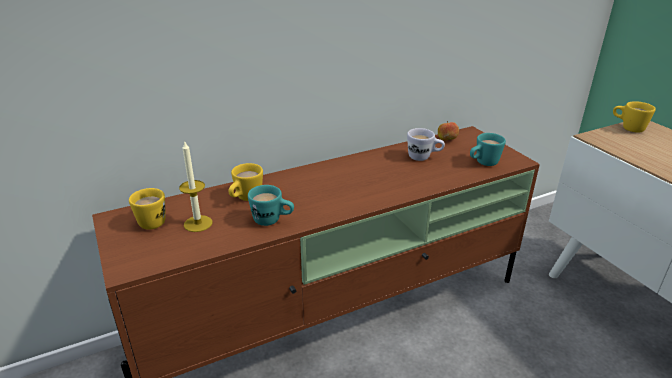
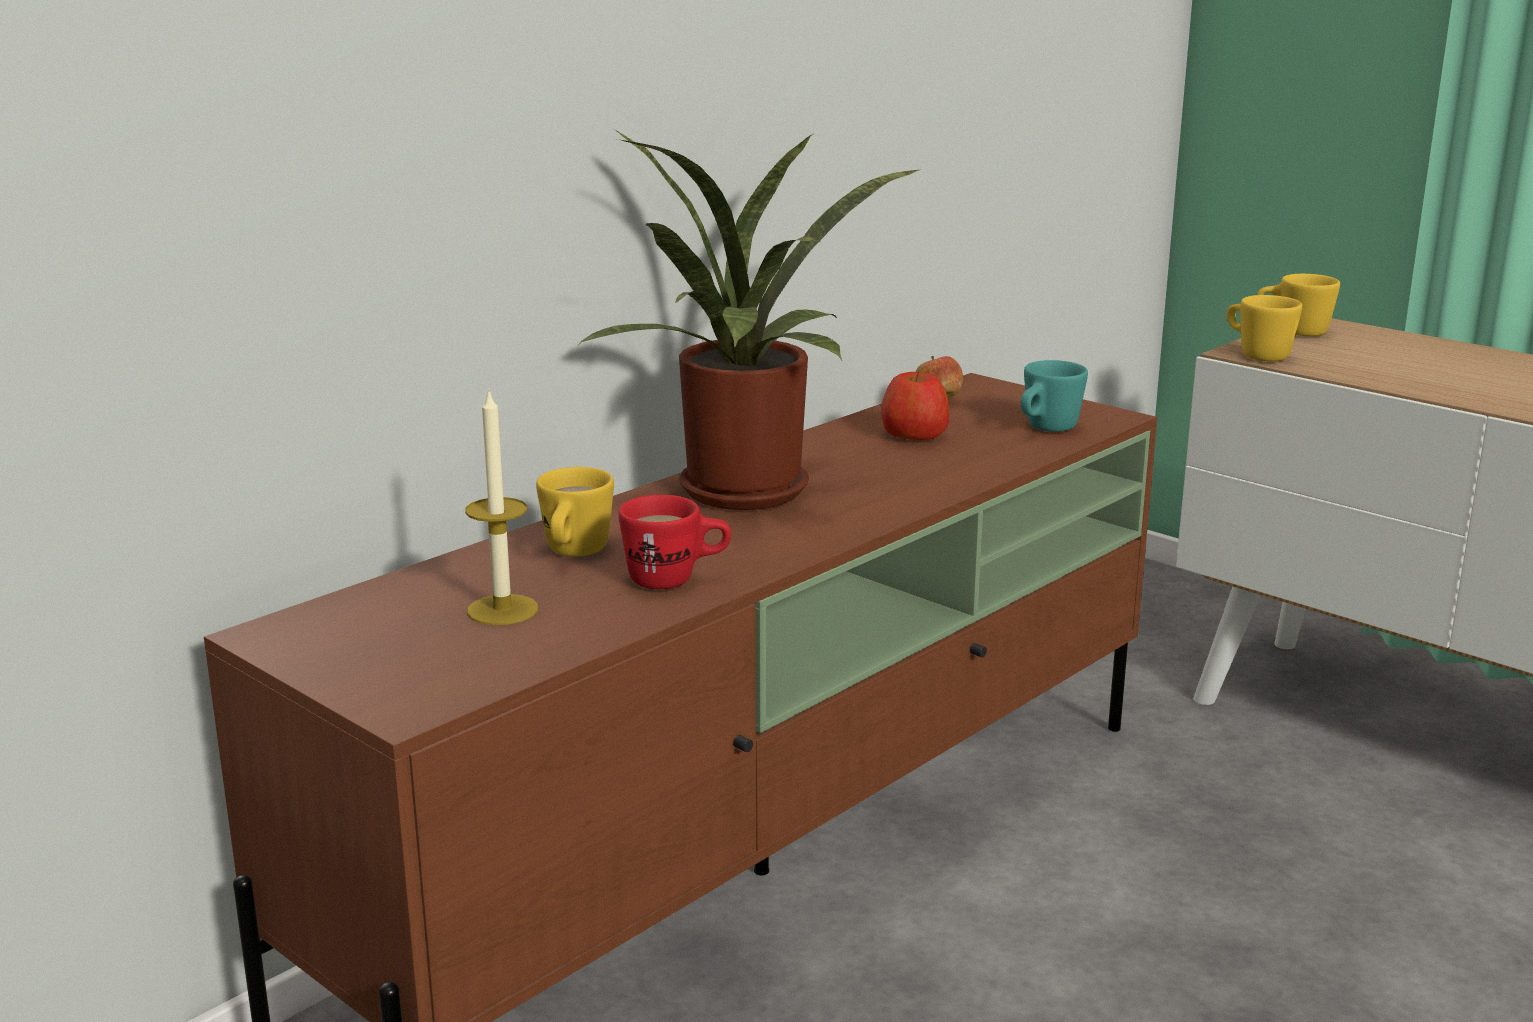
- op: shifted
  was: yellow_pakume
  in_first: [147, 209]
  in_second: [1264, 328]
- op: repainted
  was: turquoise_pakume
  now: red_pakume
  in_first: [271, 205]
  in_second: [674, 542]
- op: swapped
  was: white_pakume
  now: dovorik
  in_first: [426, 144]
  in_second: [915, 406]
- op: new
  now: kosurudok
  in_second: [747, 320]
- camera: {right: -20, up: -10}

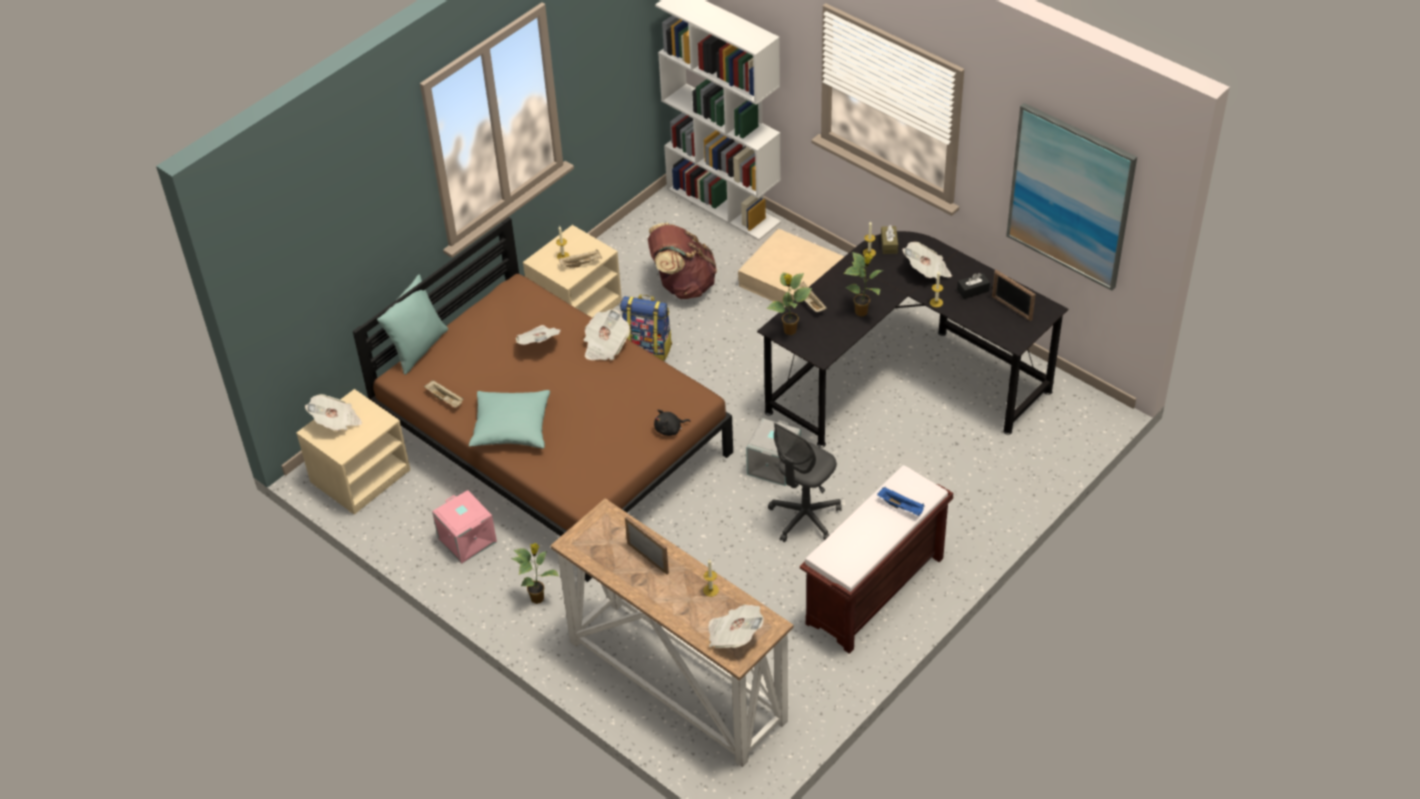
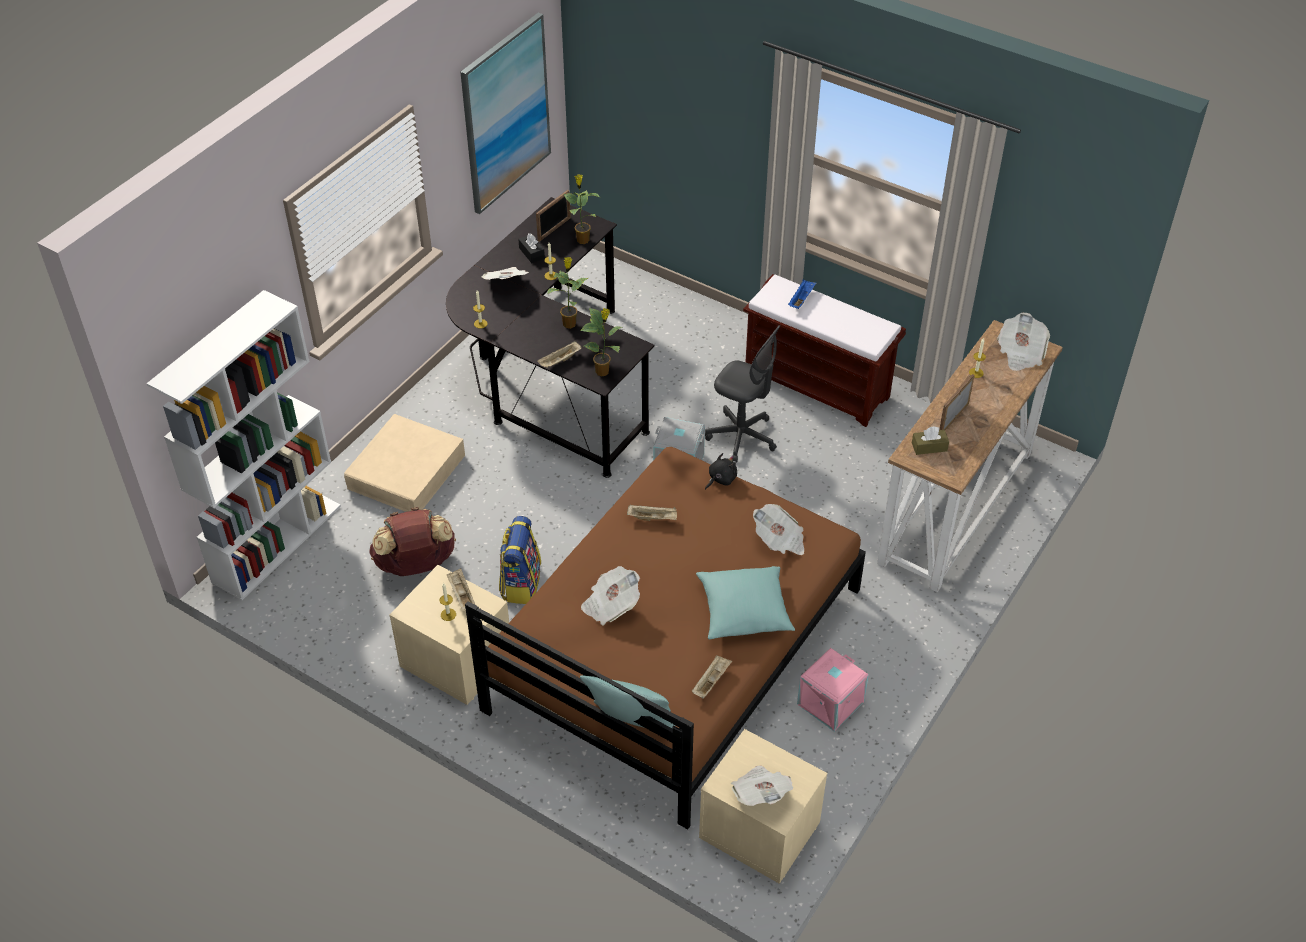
- op: shifted
  was: kosurudok
  in_first: [535, 573]
  in_second: [581, 209]
- op: shifted
  was: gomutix
  in_first: [607, 334]
  in_second: [778, 529]
- op: rotated
  was: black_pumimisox
  in_first: [672, 423]
  in_second: [721, 471]
  clockwise: -105
- op: shifted
  was: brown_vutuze
  in_first: [889, 239]
  in_second: [930, 440]
- op: new
  now: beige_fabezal
  in_second: [652, 512]
- camera: {right: -100, up: 0}

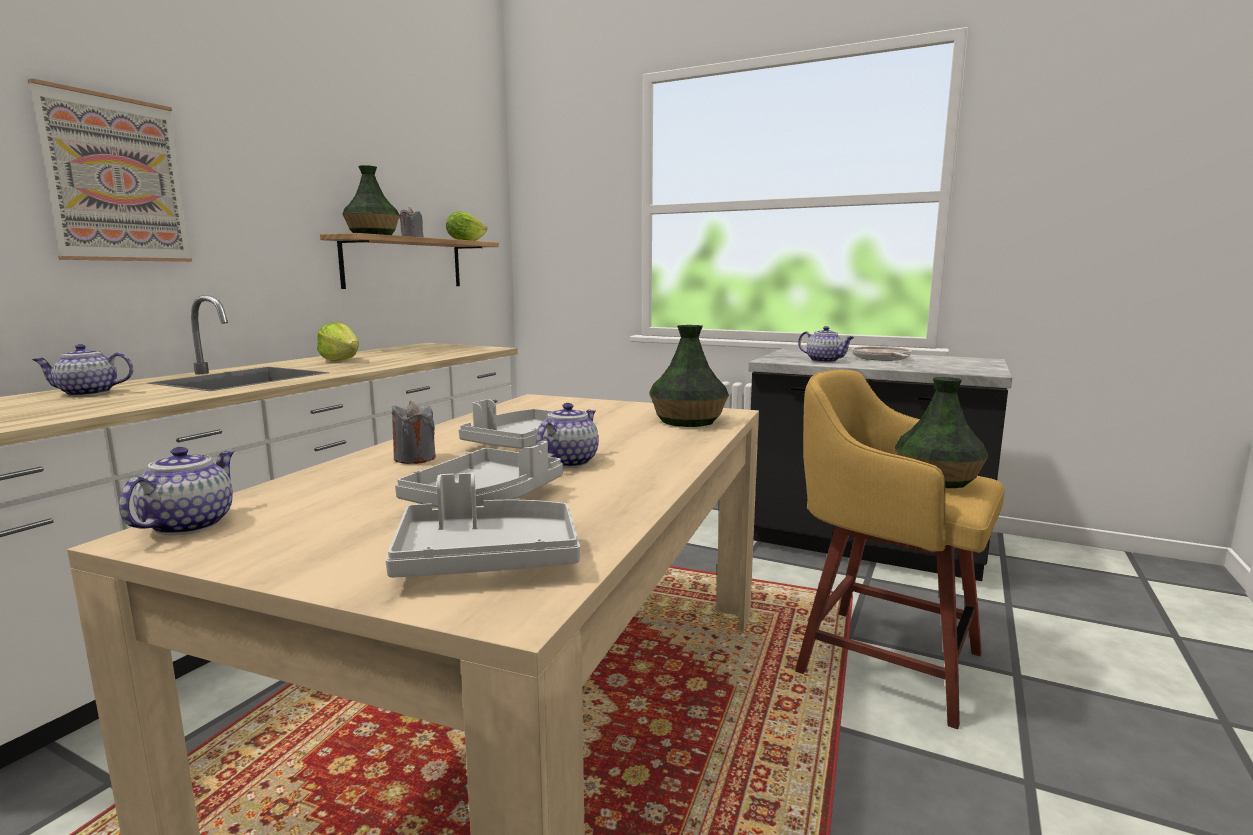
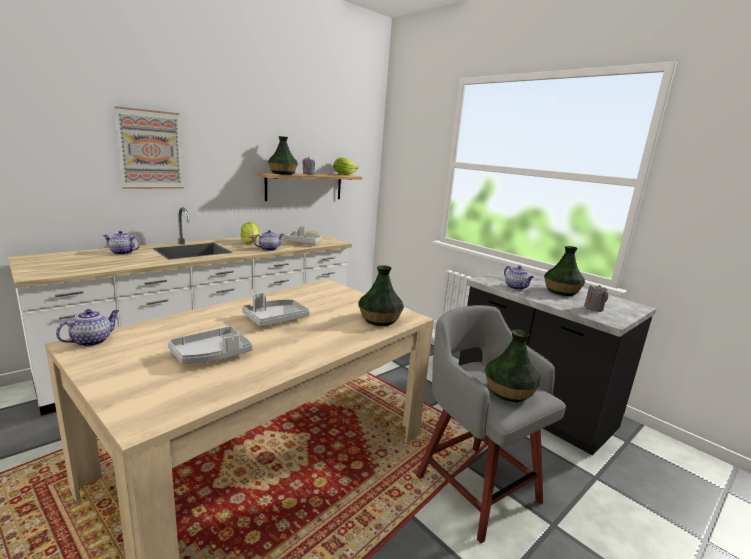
- op: shifted
  was: grey_fabezal
  in_first: [482, 525]
  in_second: [302, 235]
- op: shifted
  was: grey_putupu
  in_first: [414, 432]
  in_second: [596, 298]
- op: shifted
  was: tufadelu
  in_first: [567, 435]
  in_second: [268, 240]
- op: repainted
  was: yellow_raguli
  now: grey_raguli
  in_first: [900, 549]
  in_second: [491, 424]
- op: swapped
  was: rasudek
  now: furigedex
  in_first: [882, 353]
  in_second: [564, 271]
- camera: {right: 20, up: 5}

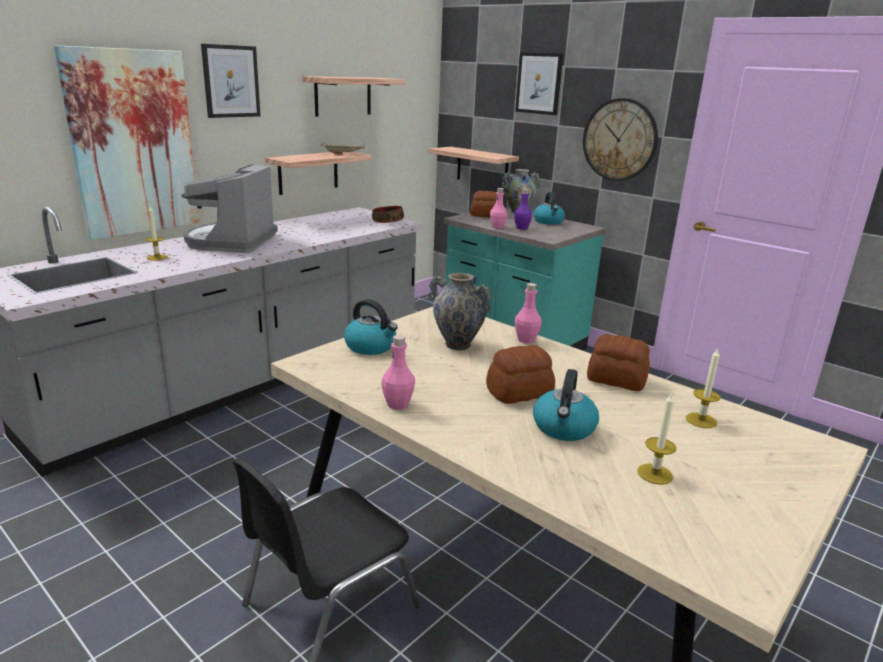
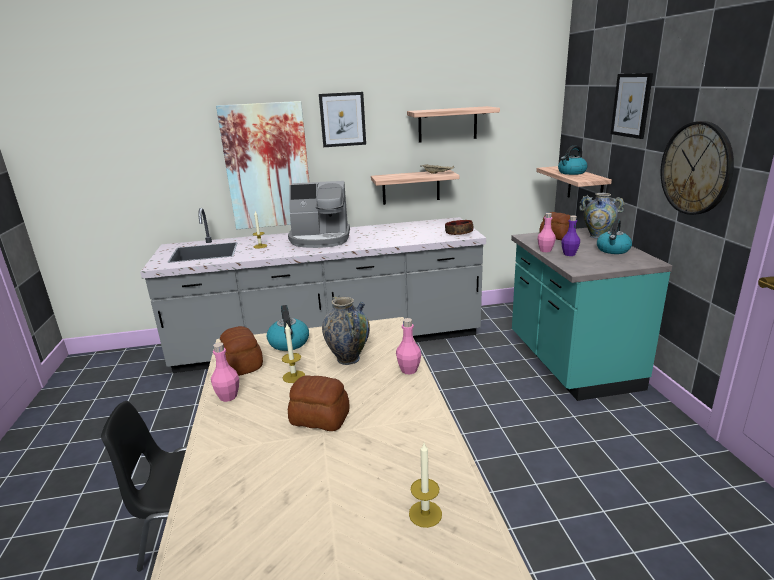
- op: rotated
  was: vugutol
  in_first: [229, 208]
  in_second: [319, 214]
  clockwise: -135
- op: shifted
  was: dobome
  in_first: [566, 405]
  in_second: [573, 160]
- op: shifted
  was: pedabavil
  in_first: [618, 362]
  in_second: [241, 351]
- op: shifted
  was: putupu
  in_first: [656, 438]
  in_second: [293, 353]
- camera: {right: 40, up: 0}

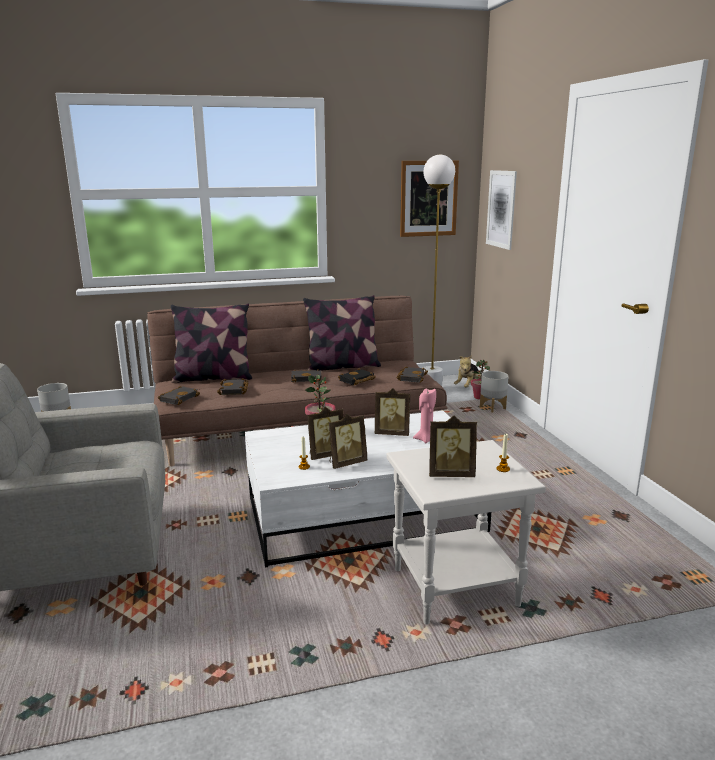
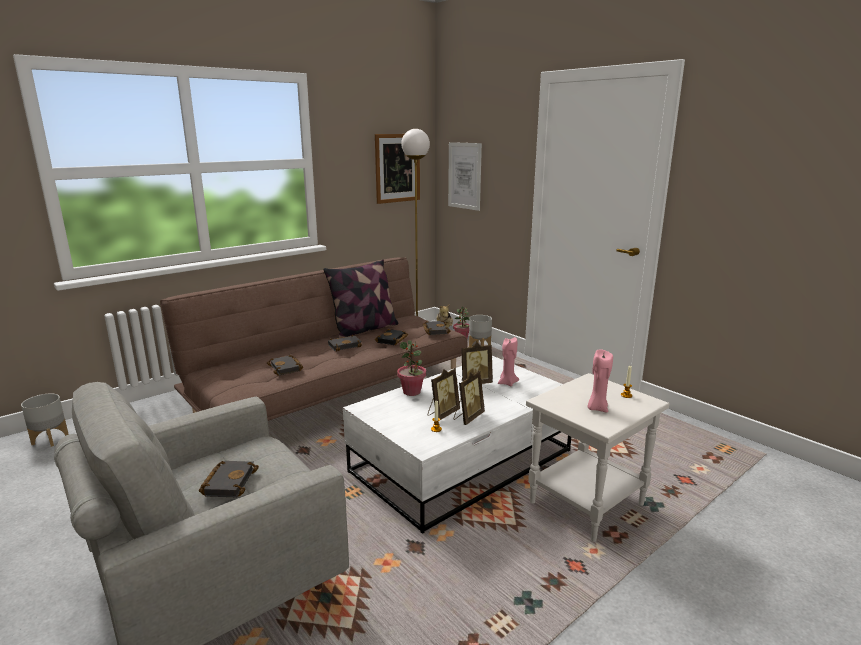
- op: shifted
  was: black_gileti
  in_first: [179, 395]
  in_second: [229, 479]
- op: gone
  was: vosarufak
  in_first: [211, 343]
- op: swapped
  was: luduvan
  now: pink_putupu
  in_first: [453, 446]
  in_second: [600, 381]
- camera: {right: -25, up: 0}

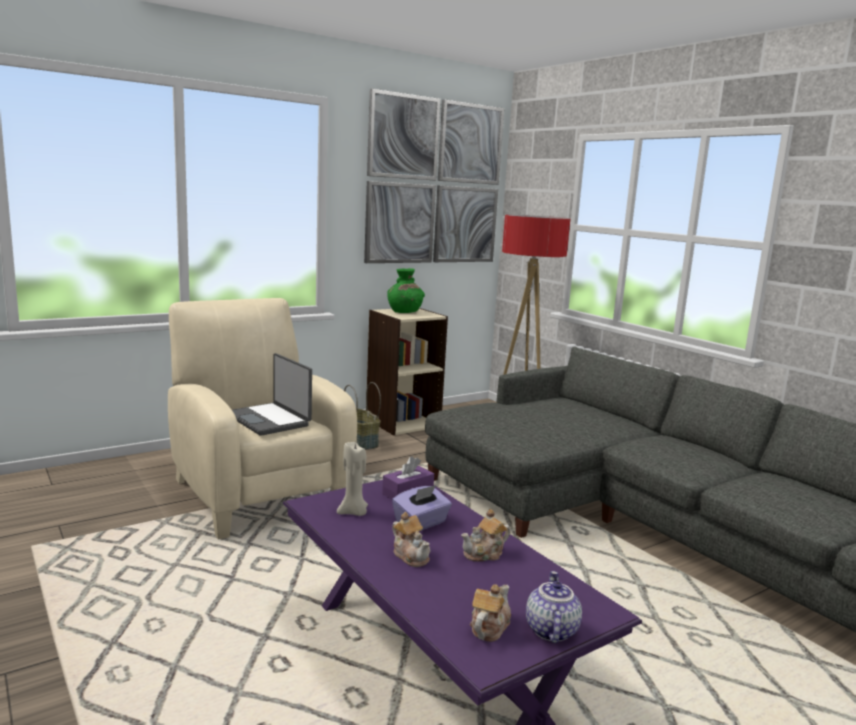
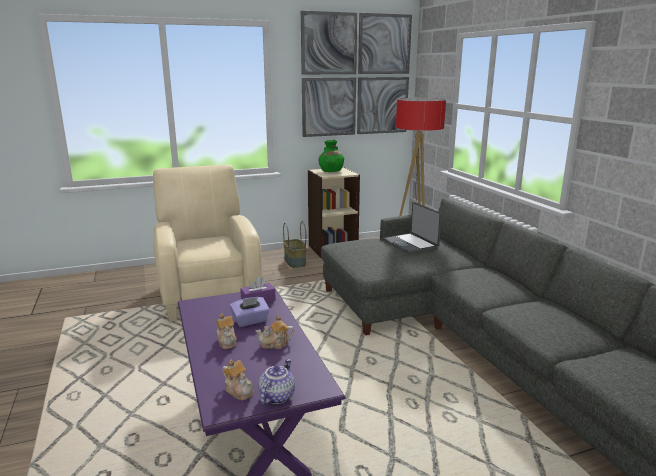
- op: shifted
  was: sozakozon
  in_first: [272, 394]
  in_second: [413, 228]
- op: gone
  was: beige_putupu
  in_first: [352, 479]
- op: rotated
  was: tufadelu
  in_first: [490, 613]
  in_second: [238, 380]
  clockwise: 90
- camera: {right: 15, up: 5}

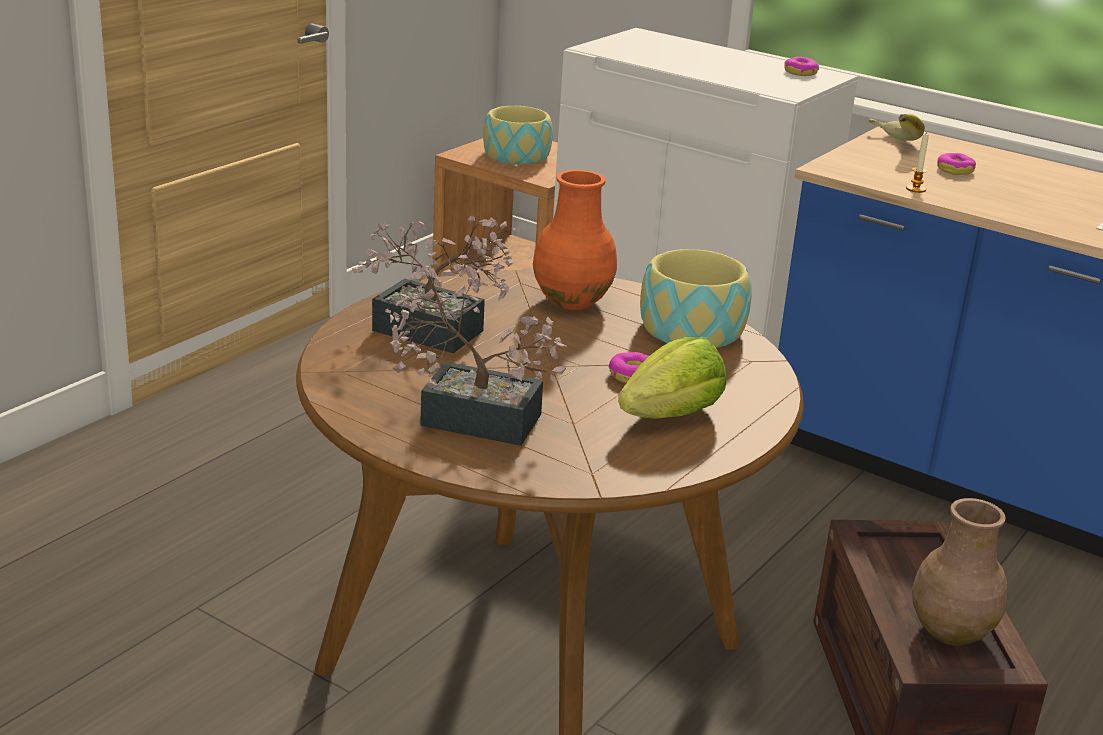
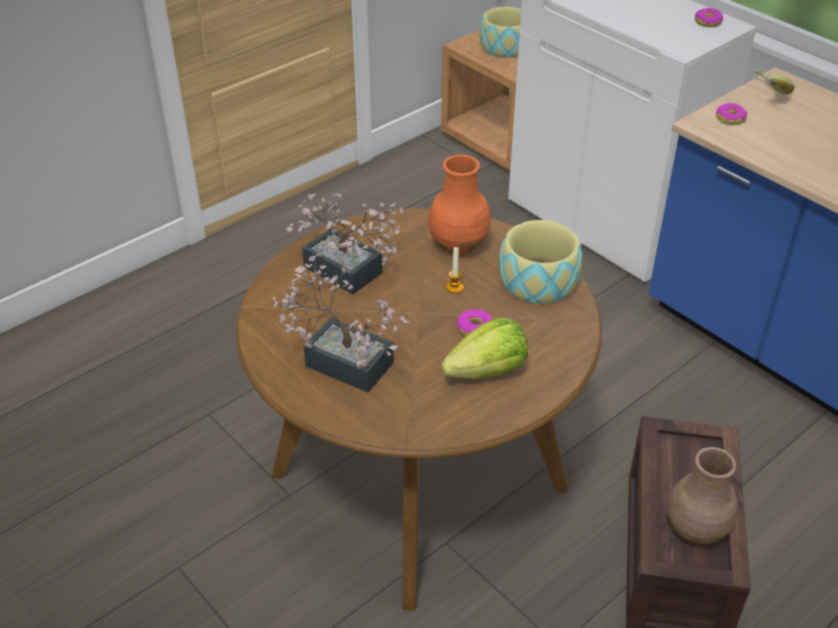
- op: shifted
  was: putupu
  in_first: [917, 163]
  in_second: [455, 270]
- op: shifted
  was: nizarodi
  in_first: [956, 164]
  in_second: [731, 114]
- camera: {right: 15, up: 15}

